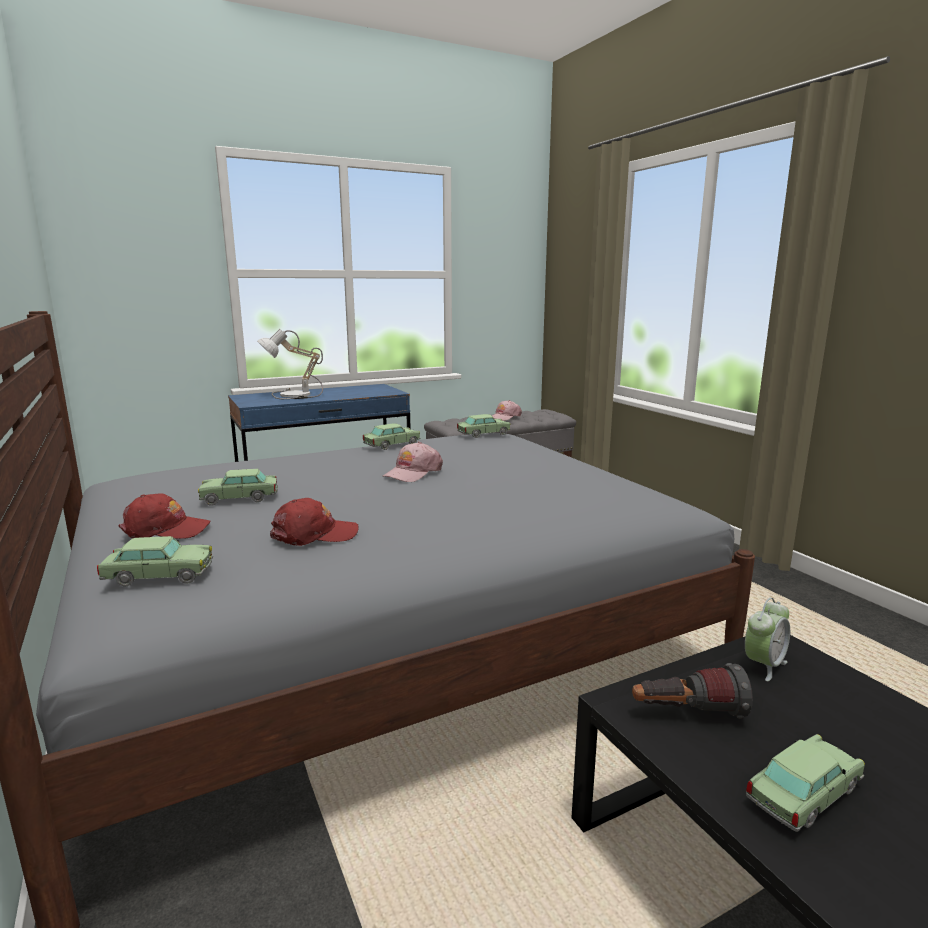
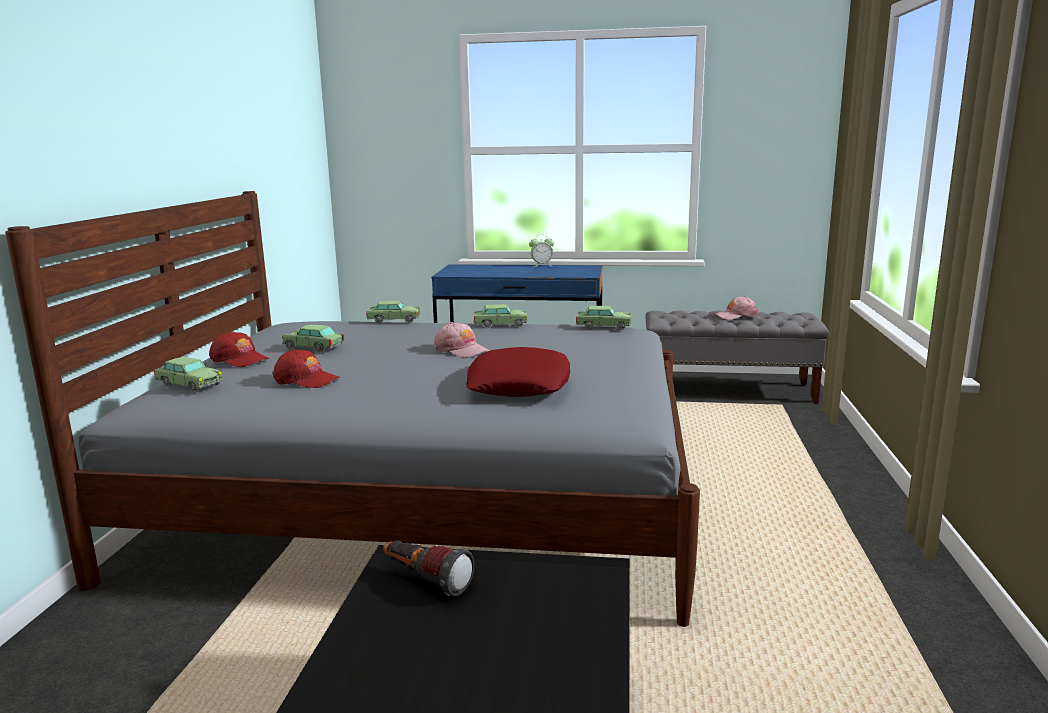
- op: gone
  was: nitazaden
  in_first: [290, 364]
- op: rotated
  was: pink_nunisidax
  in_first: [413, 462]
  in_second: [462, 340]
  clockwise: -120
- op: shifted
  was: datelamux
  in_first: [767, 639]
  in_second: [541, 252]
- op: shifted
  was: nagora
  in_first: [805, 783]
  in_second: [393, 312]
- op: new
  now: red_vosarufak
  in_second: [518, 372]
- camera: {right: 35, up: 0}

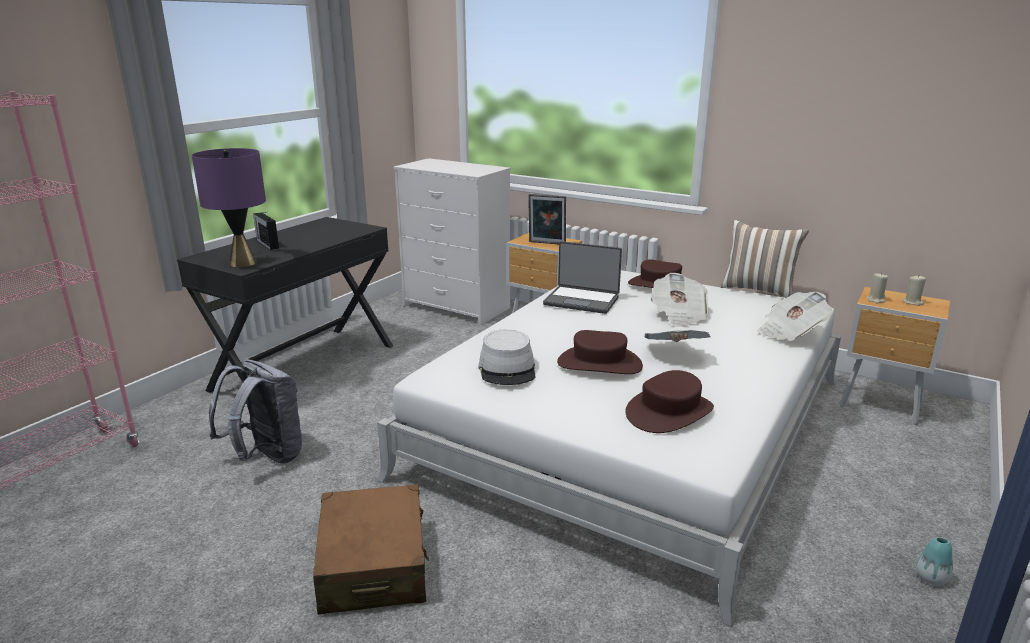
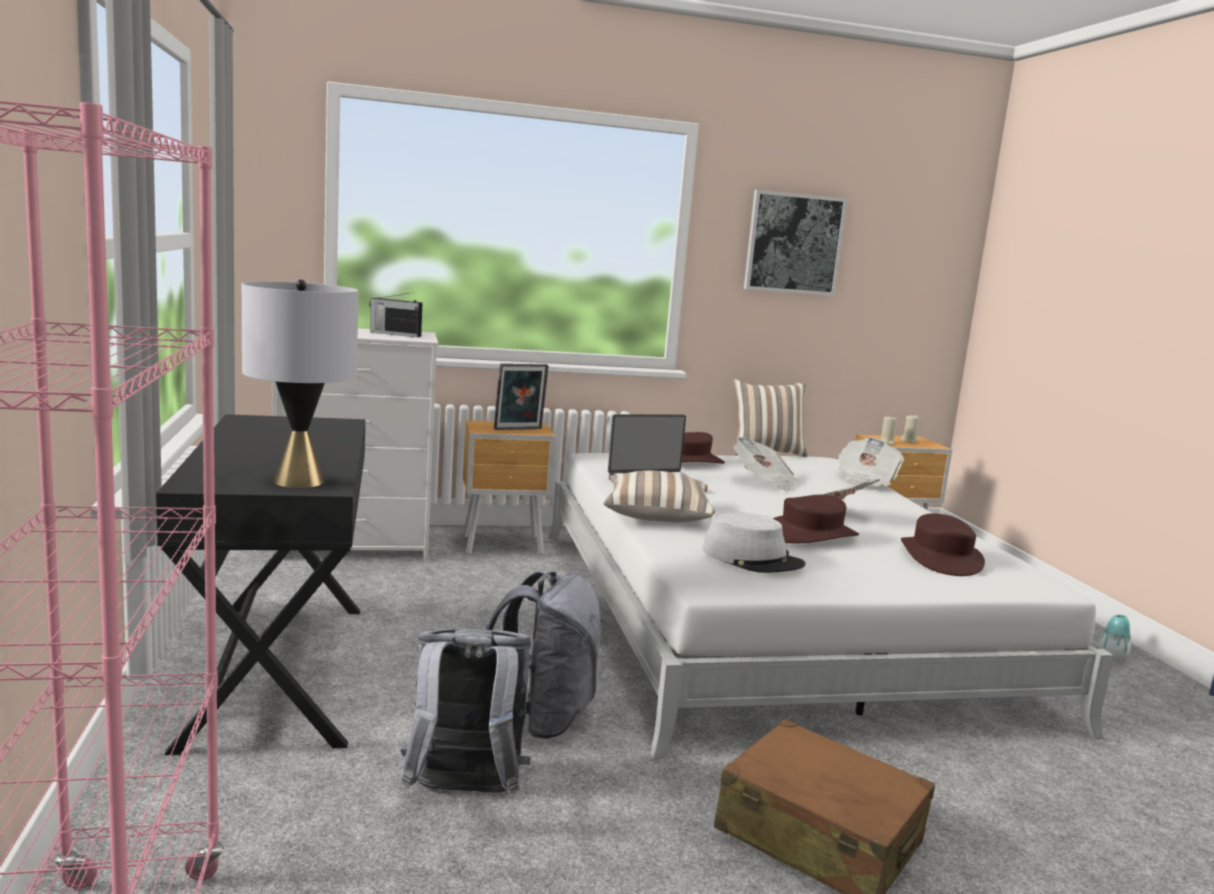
- op: repainted
  was: purple_nitazaden
  now: grey_nitazaden
  in_first: [229, 207]
  in_second: [300, 384]
- op: shifted
  was: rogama
  in_first: [266, 231]
  in_second: [395, 314]
- op: new
  now: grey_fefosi
  in_second: [544, 654]
- op: new
  now: vosarufak
  in_second: [659, 496]
- op: new
  now: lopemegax
  in_second: [796, 243]
- camera: {right: -45, up: -10}

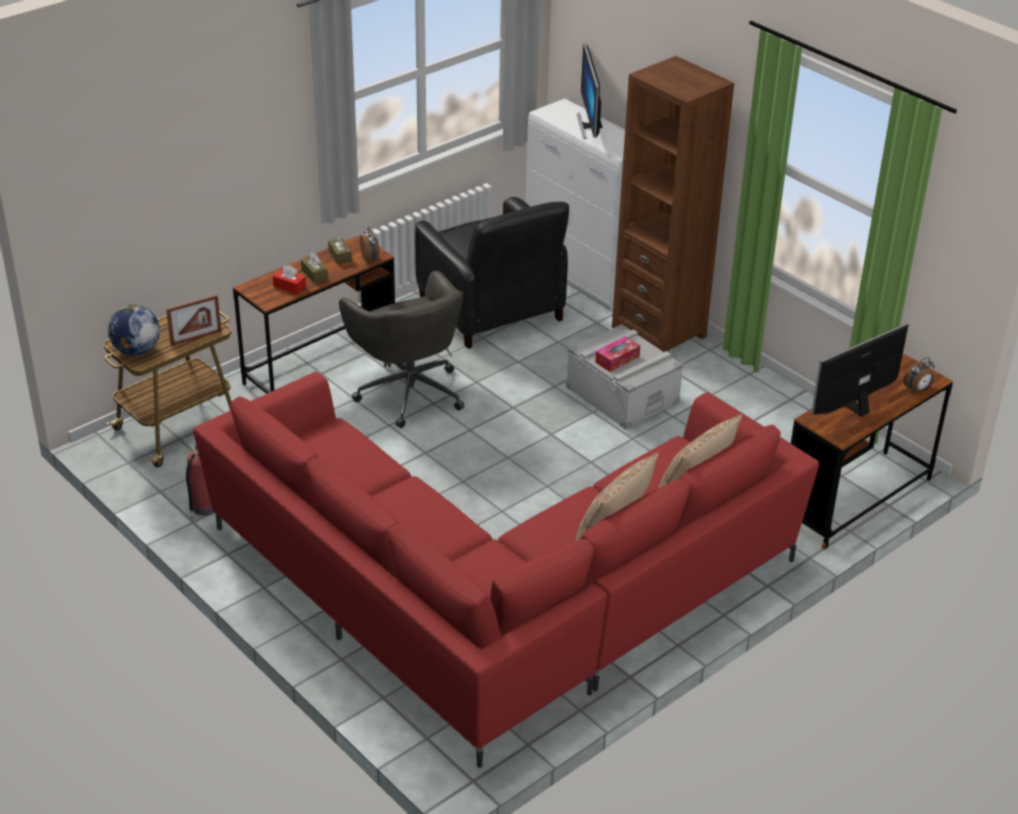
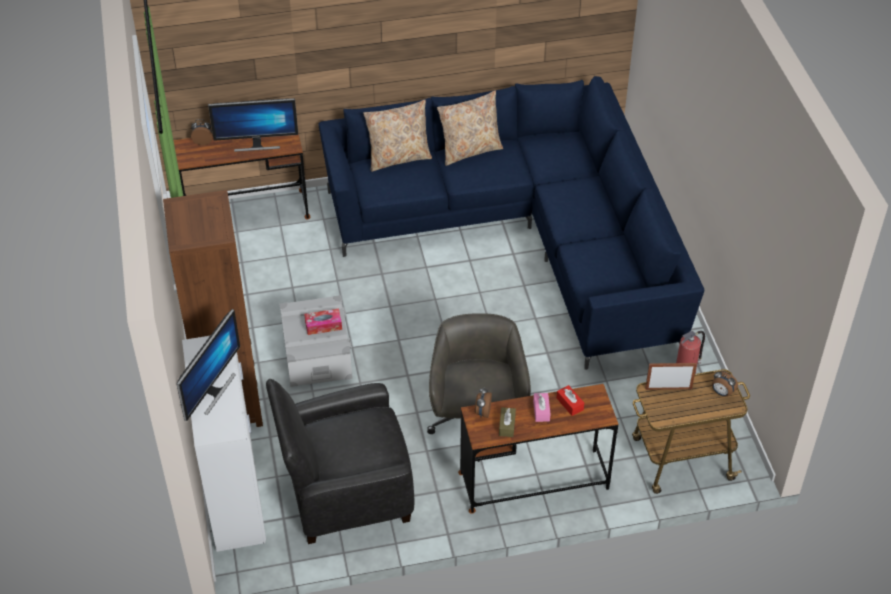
- op: swapped
  was: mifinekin
  now: datelamux
  in_first: [133, 330]
  in_second: [725, 384]
- op: repainted
  was: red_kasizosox
  now: blue_kasizosox
  in_first: [506, 570]
  in_second: [511, 223]
- op: repainted
  was: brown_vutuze
  now: pink_vutuze
  in_first: [314, 268]
  in_second: [541, 407]
- op: rotated
  was: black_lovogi
  in_first: [492, 273]
  in_second: [340, 461]
  clockwise: -105
- camera: {right: -150, up: 10}

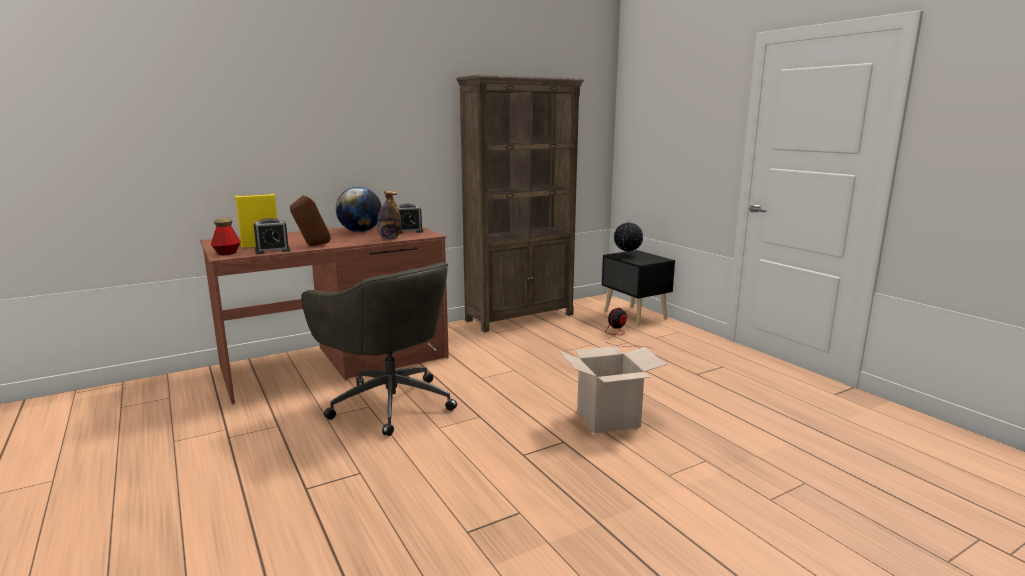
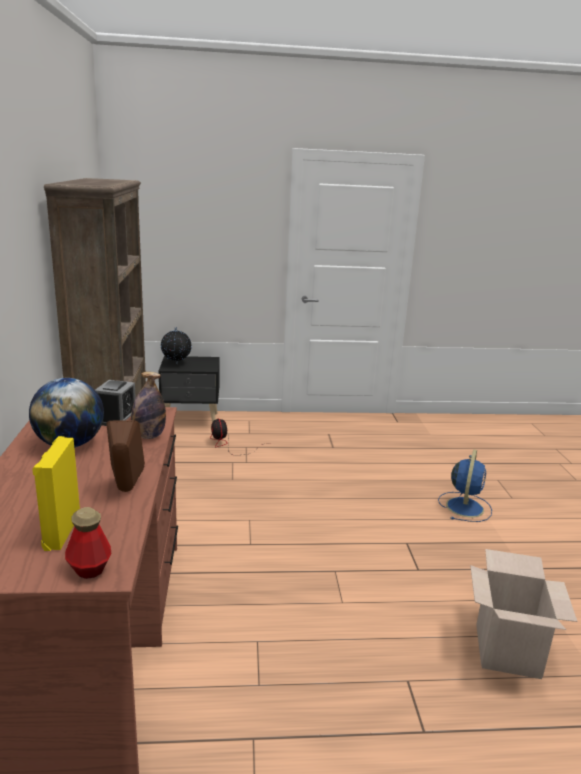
- op: gone
  was: datelamux
  in_first: [271, 236]
- op: gone
  was: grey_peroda
  in_first: [379, 349]
- op: shifted
  was: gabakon
  in_first: [613, 390]
  in_second: [523, 614]
- op: new
  now: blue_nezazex
  in_second: [465, 485]
- camera: {right: -65, up: 5}

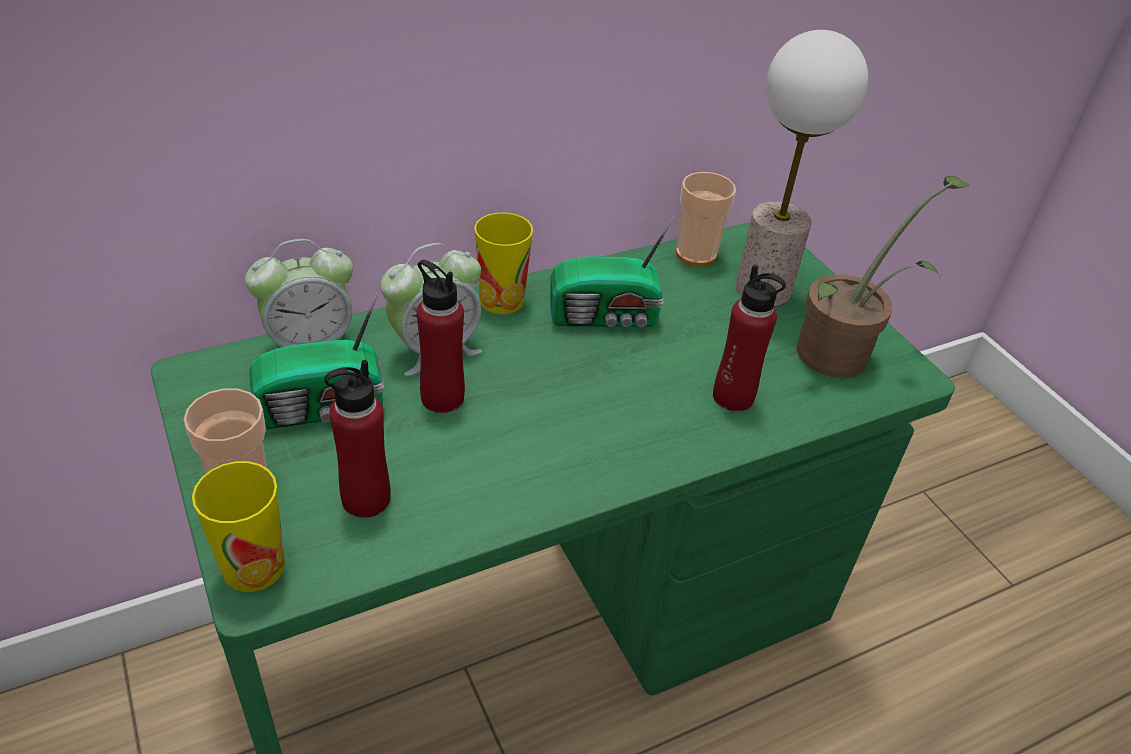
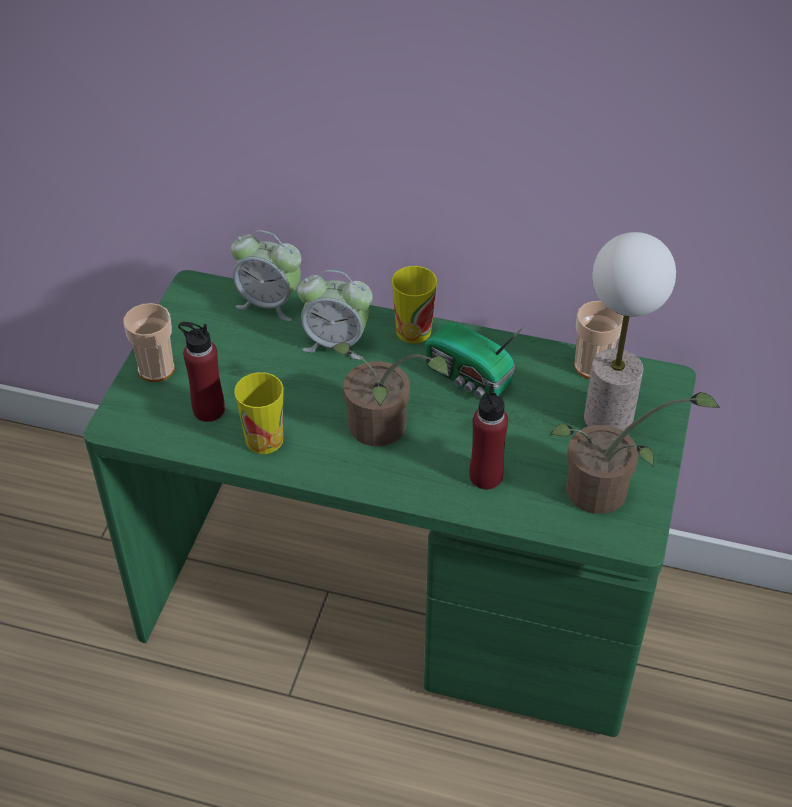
- op: shifted
  was: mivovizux
  in_first: [238, 526]
  in_second: [259, 413]
- op: gone
  was: rogama
  in_first: [317, 358]
- op: gone
  was: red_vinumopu
  in_first: [441, 336]
- op: new
  now: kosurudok
  in_second: [390, 394]
- camera: {right: 45, up: 5}

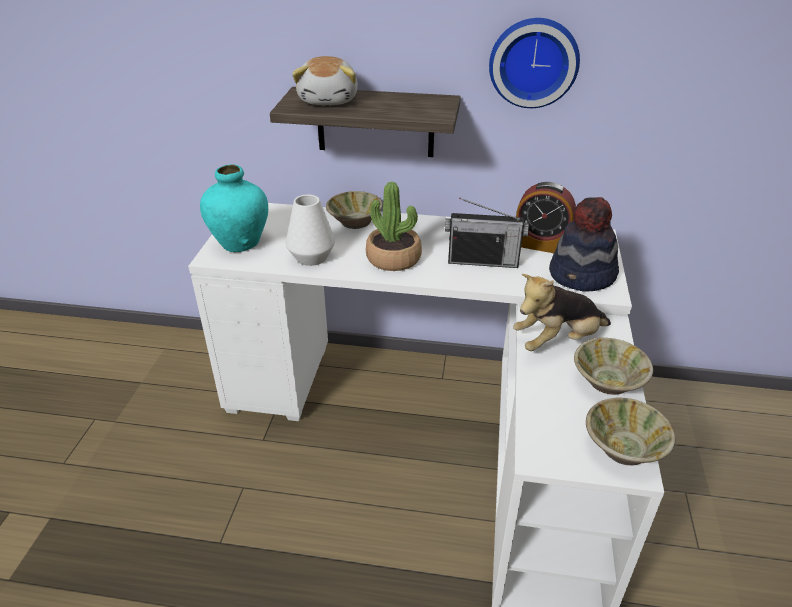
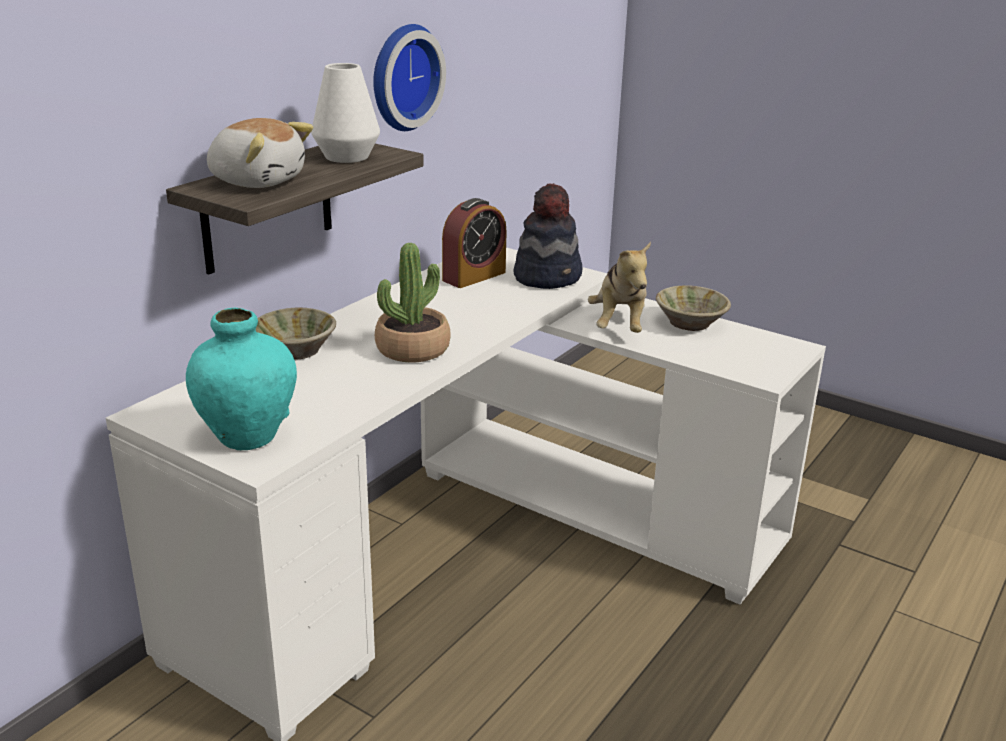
- op: shifted
  was: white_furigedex
  in_first: [310, 230]
  in_second: [345, 113]
- op: gone
  was: rogama
  in_first: [487, 233]
- op: gone
  was: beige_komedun
  in_first: [630, 431]
- camera: {right: -65, up: -10}

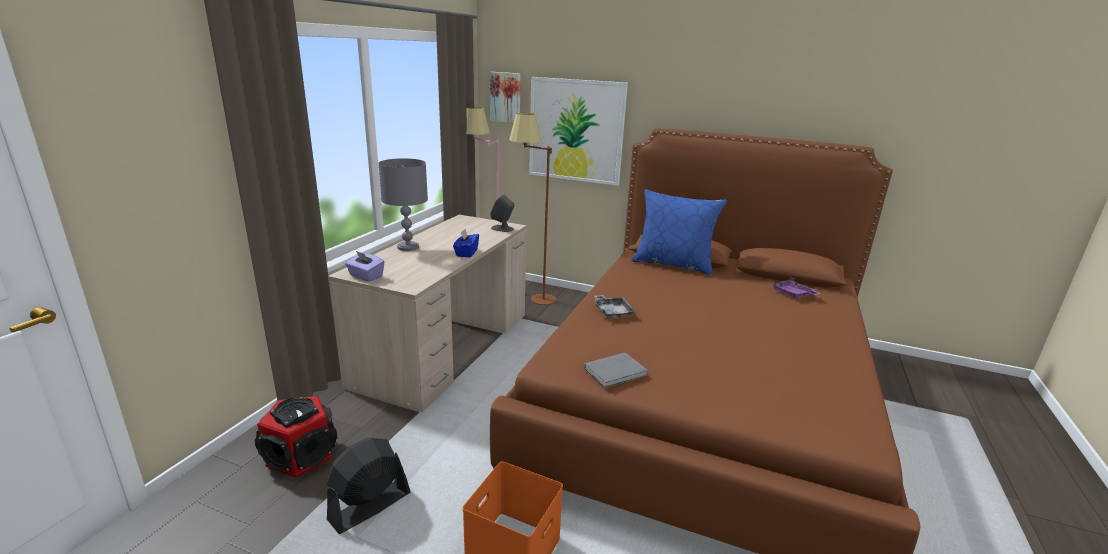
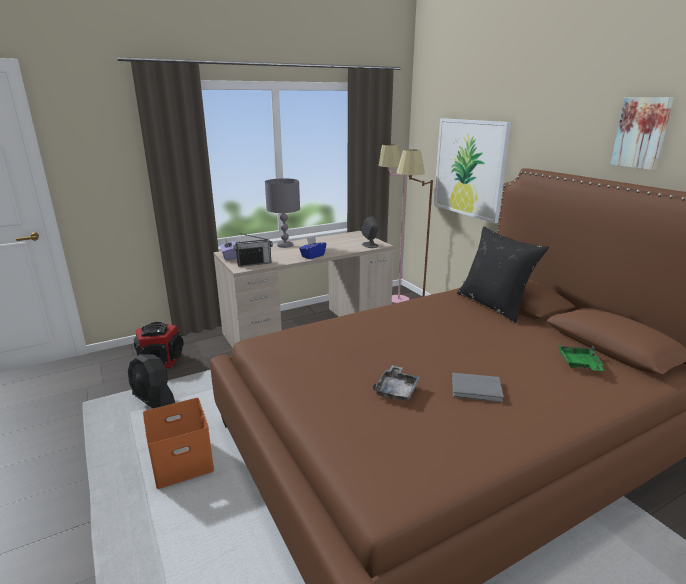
- op: rotated
  was: black_nezazex
  in_first: [368, 486]
  in_second: [151, 381]
  clockwise: -135
- op: shifted
  was: lopemegax
  in_first: [505, 97]
  in_second: [642, 133]
- op: shifted
  was: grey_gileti
  in_first: [616, 370]
  in_second: [478, 387]
- op: shifted
  was: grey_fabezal
  in_first: [615, 307]
  in_second: [396, 383]
- op: repainted
  was: blue_vosarufak
  now: black_vosarufak
  in_first: [679, 232]
  in_second: [503, 275]
- op: repainted
  was: purple_fabezal
  now: green_fabezal
  in_first: [796, 287]
  in_second: [580, 358]
- op: new
  now: rogama
  in_second: [253, 250]
- camera: {right: 40, up: 0}

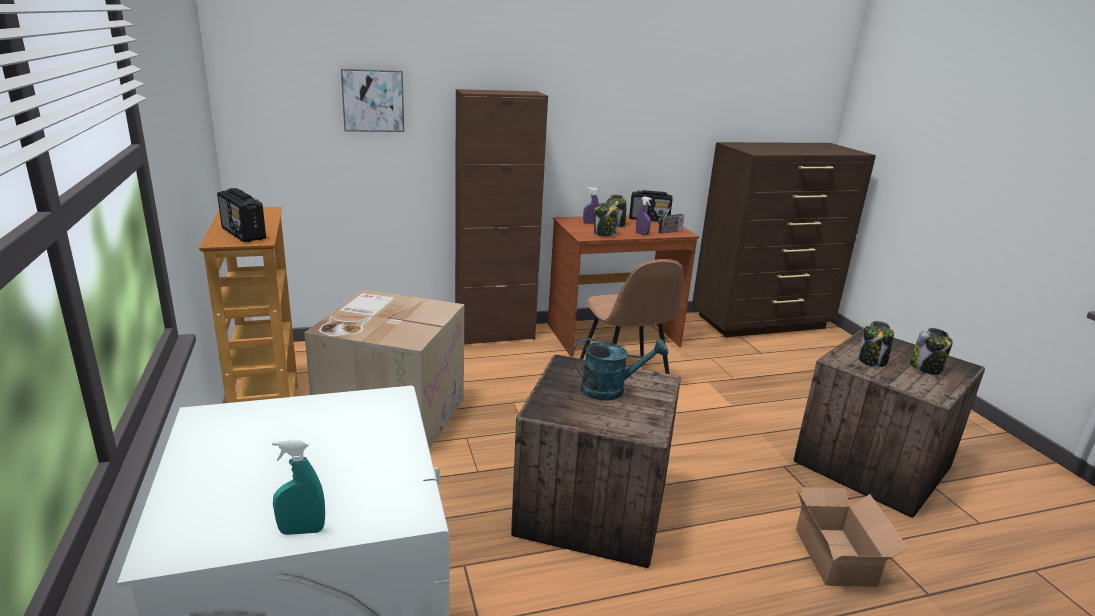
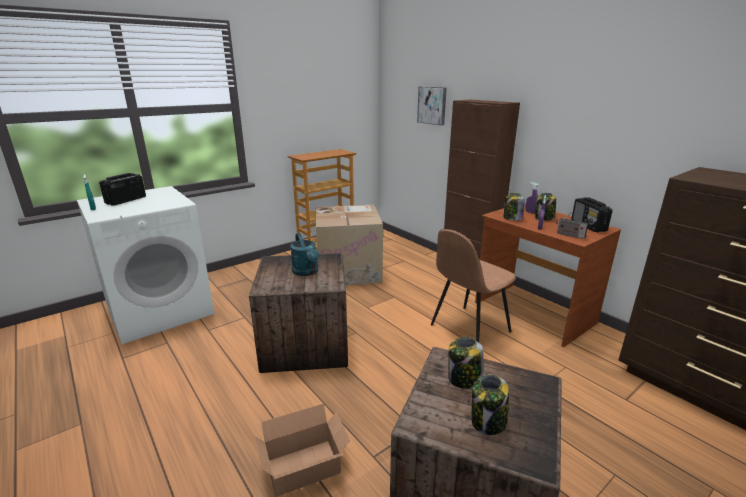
- op: shifted
  was: rogama
  in_first: [241, 215]
  in_second: [122, 189]
- camera: {right: 70, up: 0}

